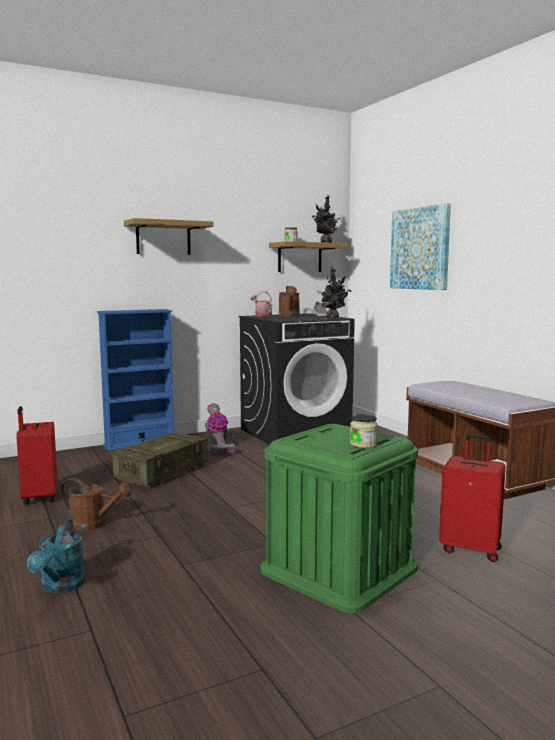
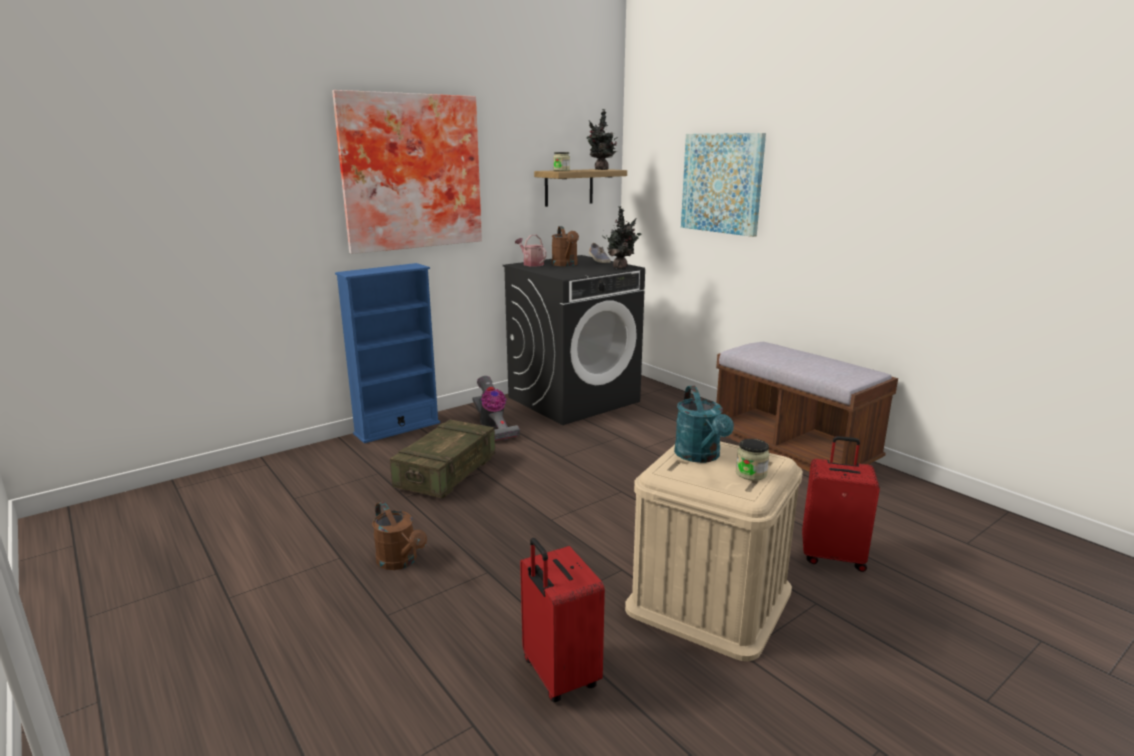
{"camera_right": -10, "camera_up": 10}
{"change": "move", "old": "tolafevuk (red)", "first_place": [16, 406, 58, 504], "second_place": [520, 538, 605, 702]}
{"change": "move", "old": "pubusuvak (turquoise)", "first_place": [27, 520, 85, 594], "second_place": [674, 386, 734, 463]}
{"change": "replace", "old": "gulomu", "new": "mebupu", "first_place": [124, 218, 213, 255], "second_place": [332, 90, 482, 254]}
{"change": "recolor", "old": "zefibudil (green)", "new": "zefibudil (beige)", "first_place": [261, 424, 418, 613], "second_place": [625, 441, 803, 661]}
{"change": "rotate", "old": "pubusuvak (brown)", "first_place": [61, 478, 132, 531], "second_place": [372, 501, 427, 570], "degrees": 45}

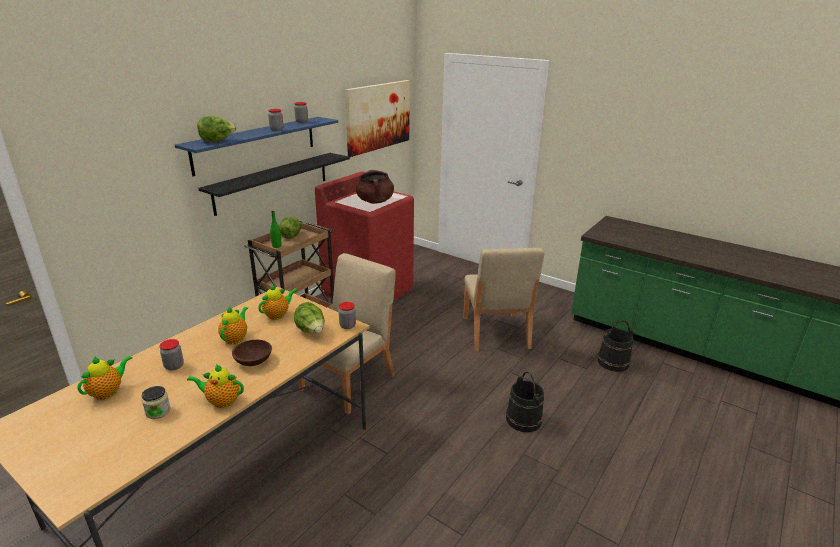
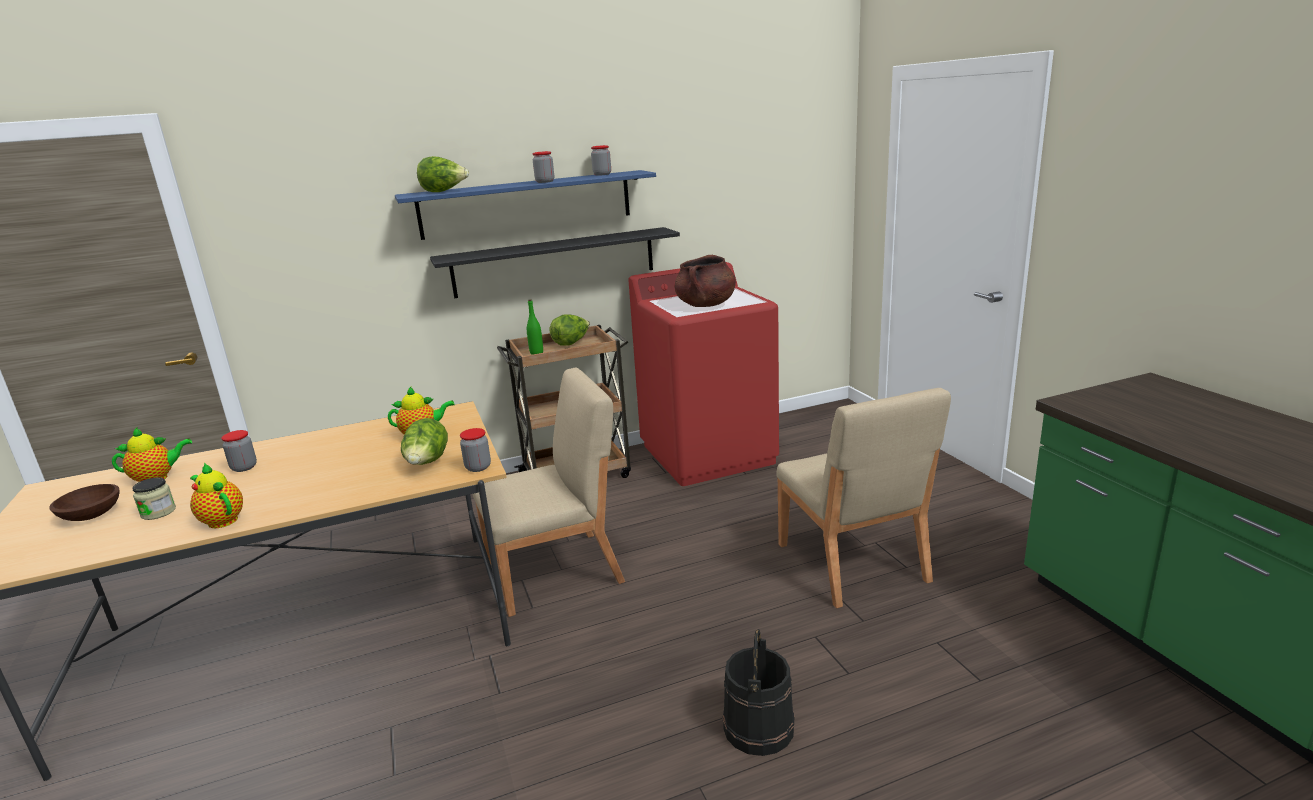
{"camera_right": 35, "camera_up": -5}
{"change": "delete", "old": "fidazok", "first_place": [218, 306, 248, 345]}
{"change": "delete", "old": "mebupu", "first_place": [345, 80, 410, 157]}
{"change": "delete", "old": "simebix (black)", "first_place": [598, 320, 635, 372]}
{"change": "move", "old": "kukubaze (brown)", "first_place": [232, 340, 272, 366], "second_place": [49, 484, 119, 521]}
{"change": "rotate", "old": "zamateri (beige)", "first_place": [463, 248, 544, 352], "second_place": [776, 388, 951, 608], "degrees": -45}

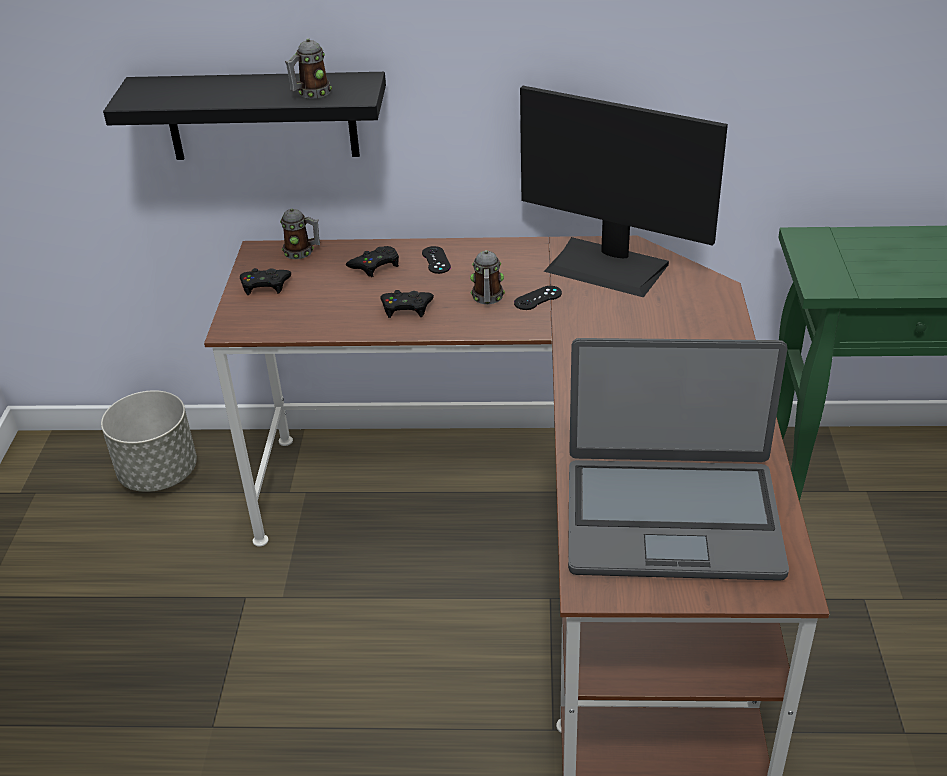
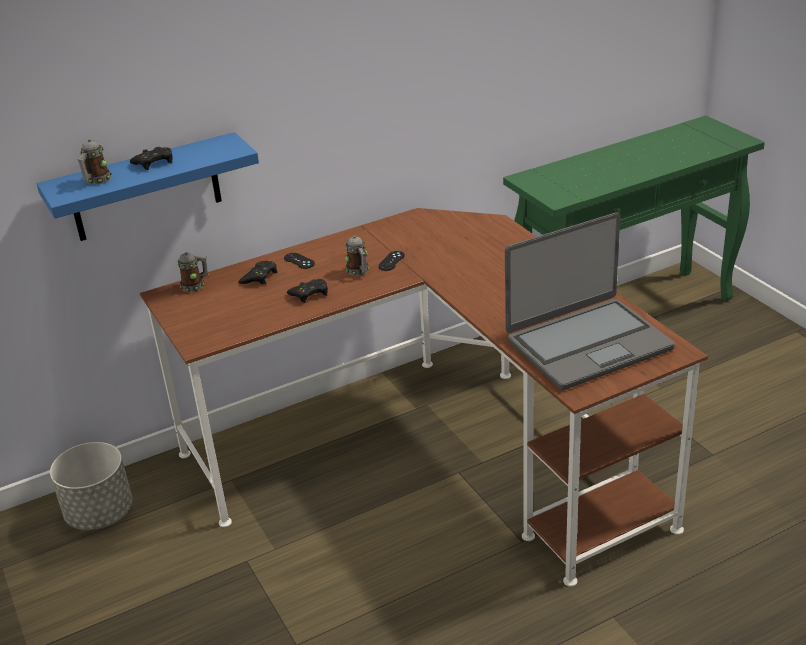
{"camera_right": -30, "camera_up": -5}
{"change": "delete", "old": "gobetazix", "first_place": [520, 86, 728, 298]}
{"change": "move", "old": "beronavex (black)", "first_place": [240, 268, 291, 295], "second_place": [129, 147, 173, 170]}
{"change": "move", "old": "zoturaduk", "first_place": [285, 38, 332, 99], "second_place": [78, 139, 112, 184]}
{"change": "recolor", "old": "gulomu (black)", "new": "gulomu (blue)", "first_place": [103, 72, 386, 160], "second_place": [37, 132, 259, 241]}

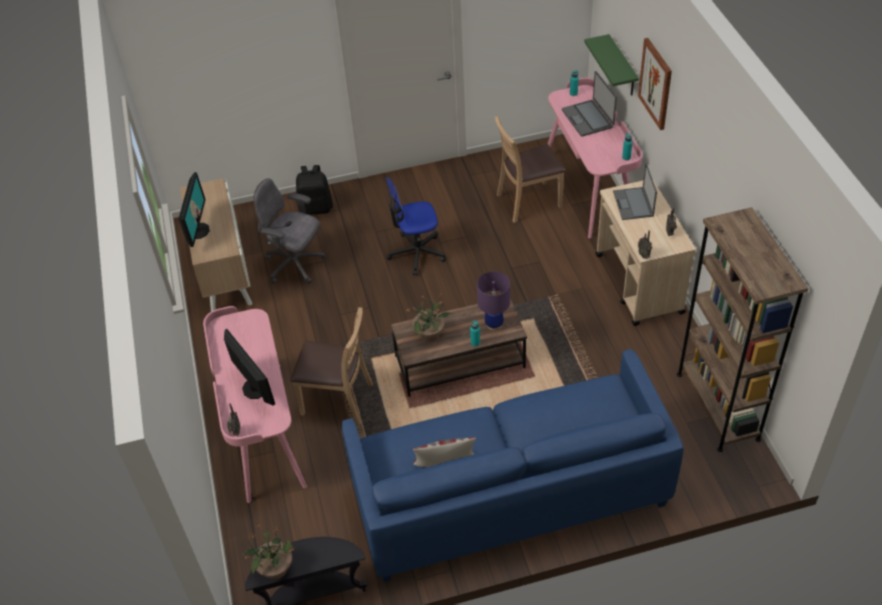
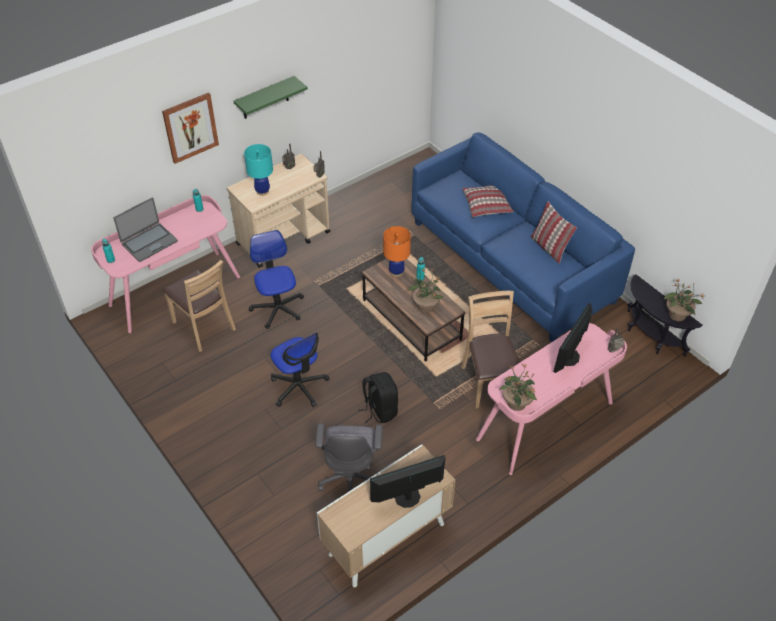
{"camera_right": -115, "camera_up": 0}
{"change": "delete", "old": "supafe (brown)", "first_place": [677, 207, 808, 452]}
{"change": "insert", "new": "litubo", "second_place": [249, 230, 304, 329]}
{"change": "insert", "new": "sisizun", "second_place": [462, 186, 513, 217]}
{"change": "insert", "new": "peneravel", "second_place": [499, 364, 537, 411]}
{"change": "move", "old": "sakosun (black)", "first_place": [296, 165, 333, 215], "second_place": [358, 372, 398, 423]}
{"change": "move", "old": "gulomu (green)", "first_place": [584, 34, 639, 95], "second_place": [233, 76, 308, 119]}
{"change": "replace", "old": "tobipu", "new": "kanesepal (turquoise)", "first_place": [613, 163, 657, 220], "second_place": [244, 144, 273, 196]}
{"change": "recolor", "old": "kanesepal (purple)", "new": "kanesepal (orange)", "first_place": [477, 271, 510, 331], "second_place": [383, 226, 411, 277]}

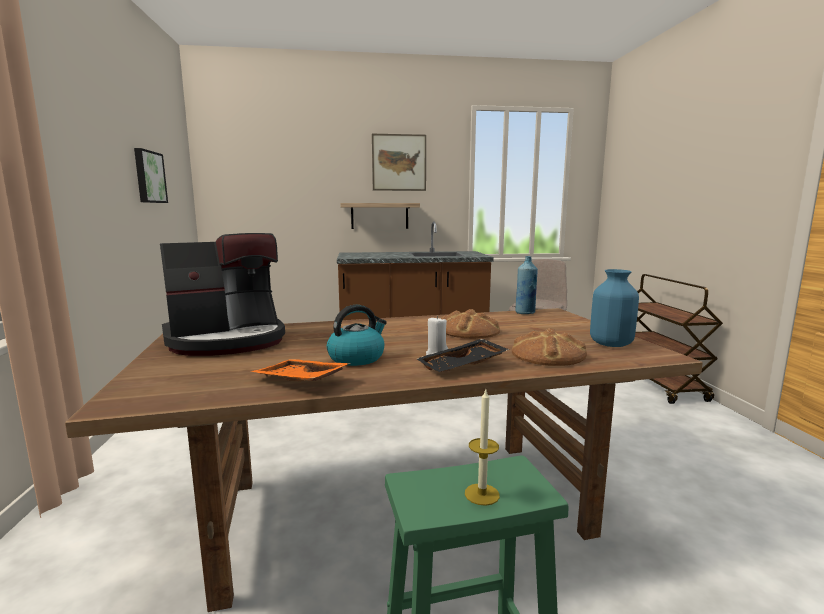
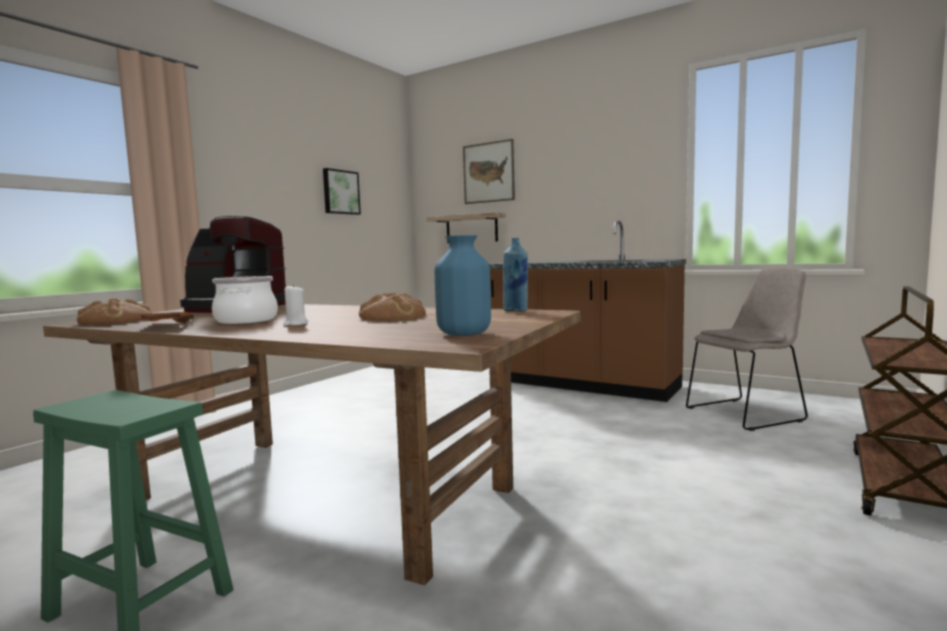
{"camera_right": 40, "camera_up": -5}
{"change": "delete", "old": "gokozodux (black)", "first_place": [417, 339, 509, 372]}
{"change": "delete", "old": "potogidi", "first_place": [465, 390, 500, 506]}
{"change": "move", "old": "gulomu", "first_place": [340, 203, 420, 229], "second_place": [426, 212, 506, 243]}
{"change": "move", "old": "mebupu", "first_place": [372, 134, 426, 191], "second_place": [463, 139, 515, 204]}
{"change": "move", "old": "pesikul", "first_place": [512, 328, 587, 366], "second_place": [77, 298, 152, 325]}
{"change": "replace", "old": "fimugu", "new": "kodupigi", "first_place": [327, 305, 387, 366], "second_place": [212, 276, 278, 324]}

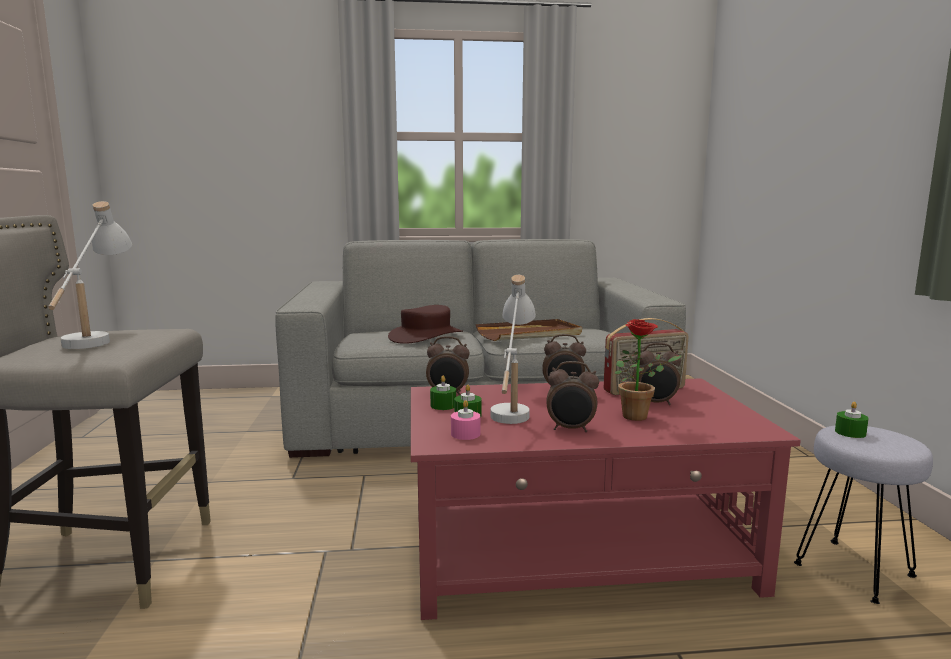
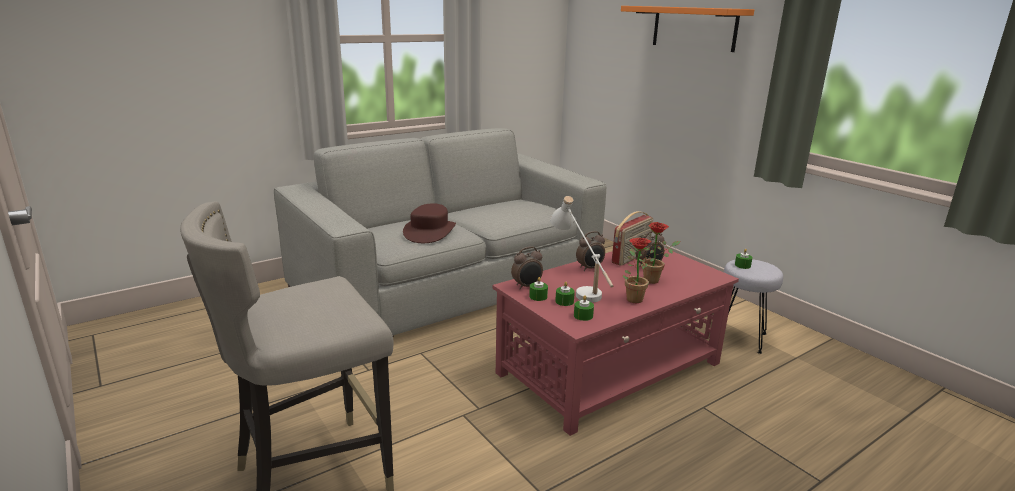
{"camera_right": -30, "camera_up": 10}
{"change": "delete", "old": "kanesepal (white)", "first_place": [48, 201, 132, 349]}
{"change": "delete", "old": "gokozodux (brown)", "first_place": [476, 319, 582, 341]}
{"change": "insert", "new": "gulomu (orange)", "second_place": [621, 6, 754, 52]}
{"change": "replace", "old": "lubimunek", "new": "peneravel", "first_place": [546, 361, 599, 432], "second_place": [623, 238, 655, 303]}
{"change": "recolor", "old": "potogidi (pink)", "new": "potogidi (green)", "first_place": [451, 400, 480, 440], "second_place": [574, 295, 594, 321]}

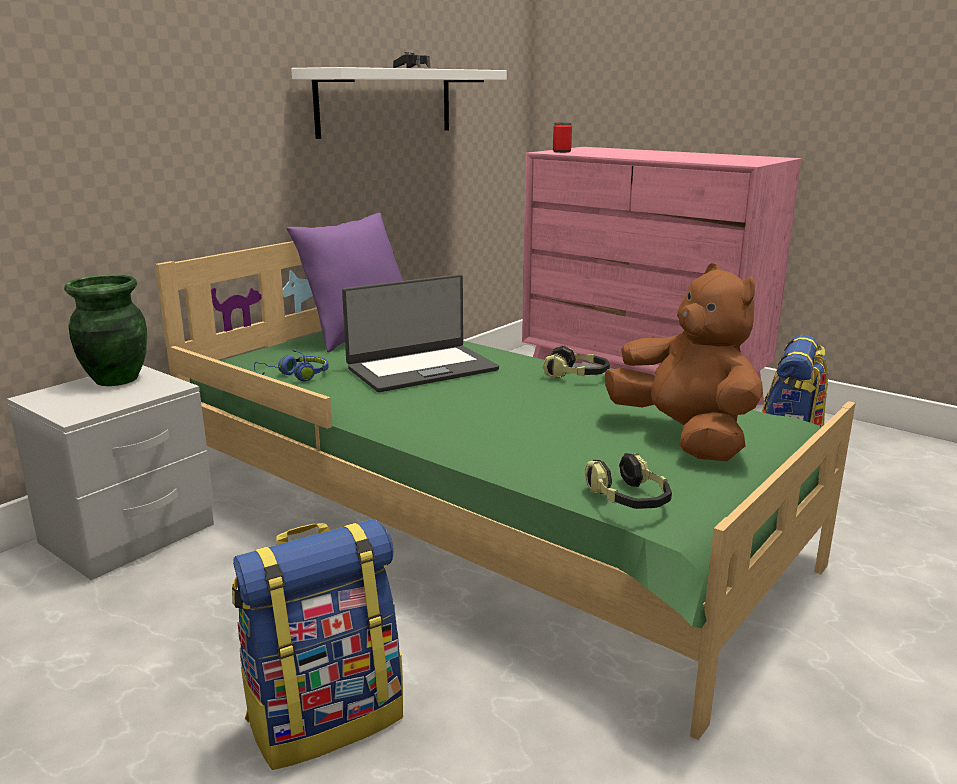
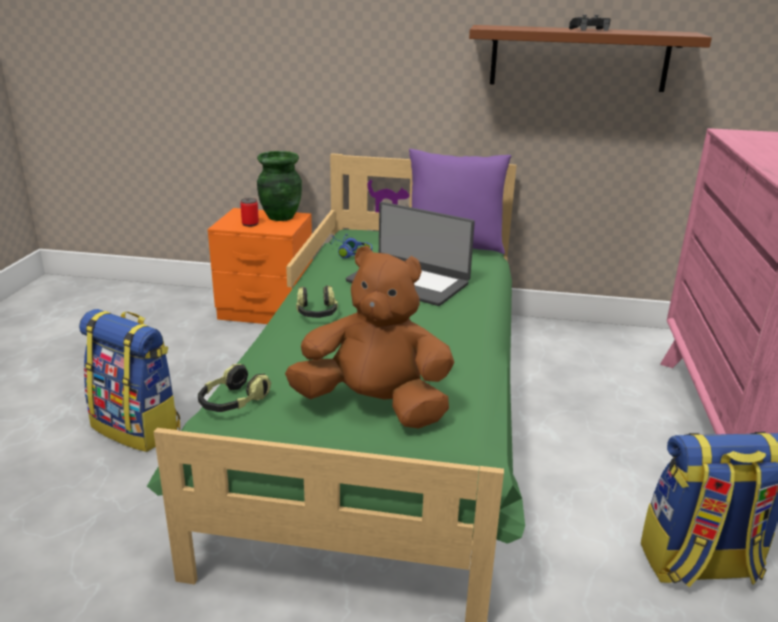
{"camera_right": 60, "camera_up": 5}
{"change": "move", "old": "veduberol", "first_place": [542, 345, 610, 378], "second_place": [296, 285, 338, 318]}
{"change": "move", "old": "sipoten", "first_place": [553, 122, 572, 153], "second_place": [241, 198, 259, 227]}
{"change": "recolor", "old": "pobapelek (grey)", "new": "pobapelek (orange)", "first_place": [7, 365, 214, 580], "second_place": [208, 208, 313, 324]}
{"change": "recolor", "old": "gulomu (white)", "new": "gulomu (brown)", "first_place": [291, 67, 507, 139], "second_place": [469, 25, 712, 92]}
{"change": "rotate", "old": "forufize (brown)", "first_place": [605, 263, 763, 461], "second_place": [285, 246, 454, 429], "degrees": -105}

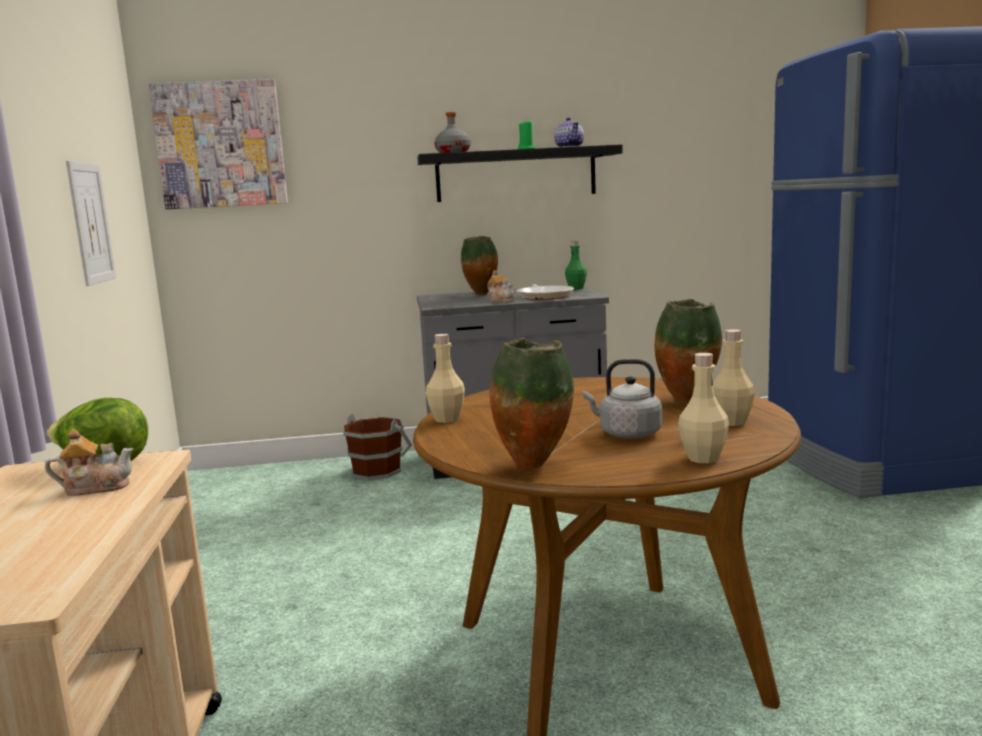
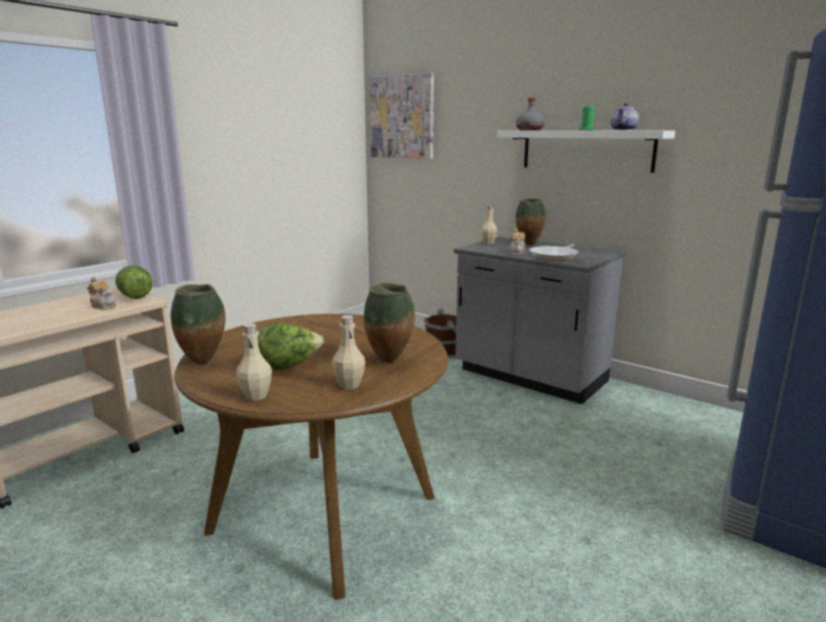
{"camera_right": 45, "camera_up": 5}
{"change": "delete", "old": "mebupu", "first_place": [66, 161, 116, 286]}
{"change": "delete", "old": "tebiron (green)", "first_place": [565, 241, 587, 290]}
{"change": "move", "old": "tebiron (beige)", "first_place": [426, 334, 465, 423], "second_place": [481, 206, 497, 244]}
{"change": "replace", "old": "fimugu (grey)", "new": "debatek", "first_place": [583, 359, 662, 439], "second_place": [258, 323, 324, 371]}
{"change": "recolor", "old": "gulomu (black)", "new": "gulomu (white)", "first_place": [417, 144, 623, 202], "second_place": [497, 131, 675, 173]}

